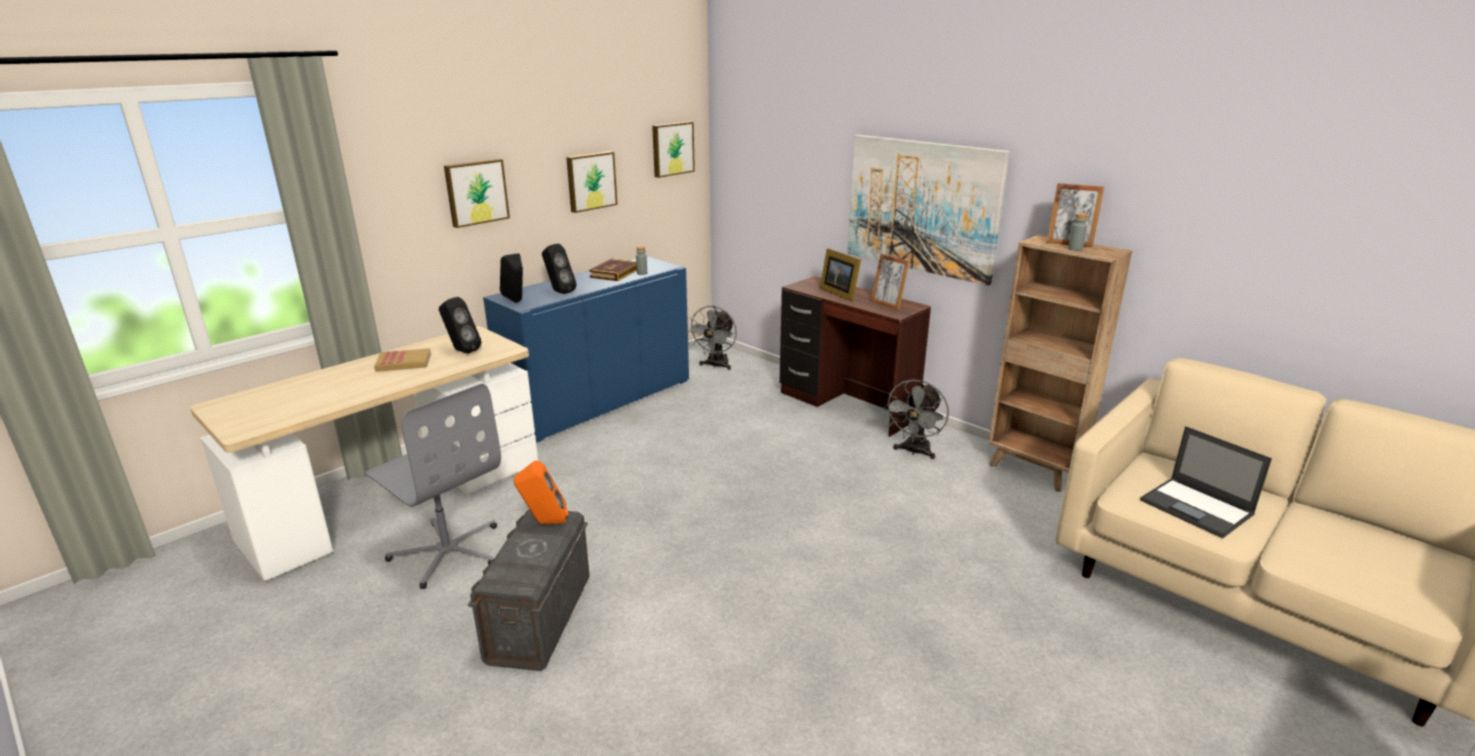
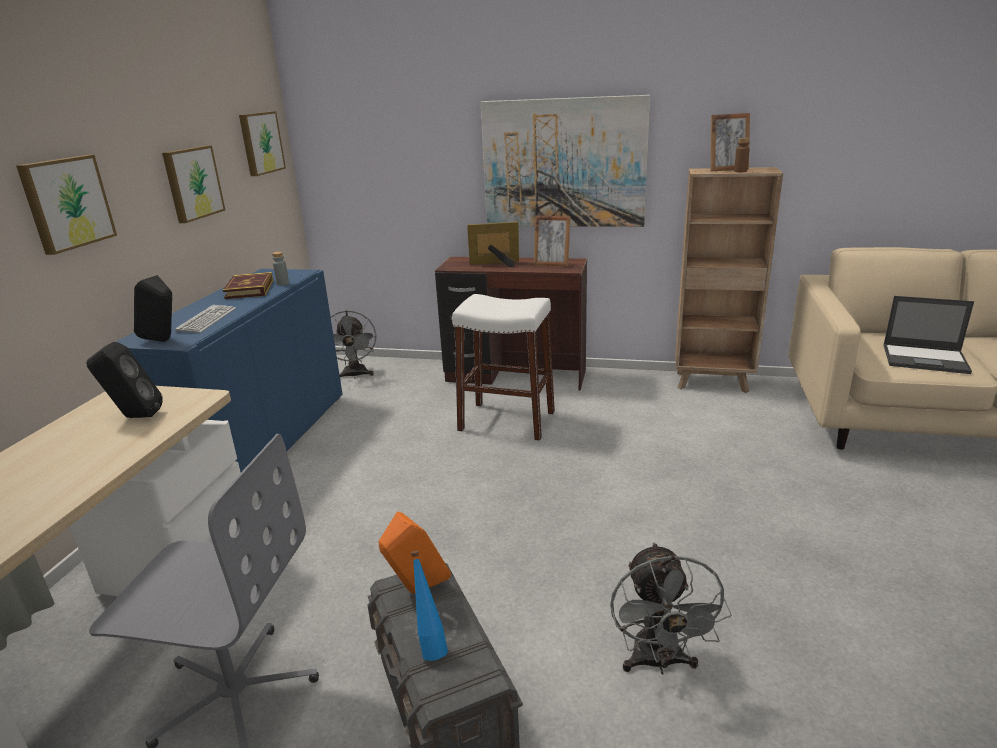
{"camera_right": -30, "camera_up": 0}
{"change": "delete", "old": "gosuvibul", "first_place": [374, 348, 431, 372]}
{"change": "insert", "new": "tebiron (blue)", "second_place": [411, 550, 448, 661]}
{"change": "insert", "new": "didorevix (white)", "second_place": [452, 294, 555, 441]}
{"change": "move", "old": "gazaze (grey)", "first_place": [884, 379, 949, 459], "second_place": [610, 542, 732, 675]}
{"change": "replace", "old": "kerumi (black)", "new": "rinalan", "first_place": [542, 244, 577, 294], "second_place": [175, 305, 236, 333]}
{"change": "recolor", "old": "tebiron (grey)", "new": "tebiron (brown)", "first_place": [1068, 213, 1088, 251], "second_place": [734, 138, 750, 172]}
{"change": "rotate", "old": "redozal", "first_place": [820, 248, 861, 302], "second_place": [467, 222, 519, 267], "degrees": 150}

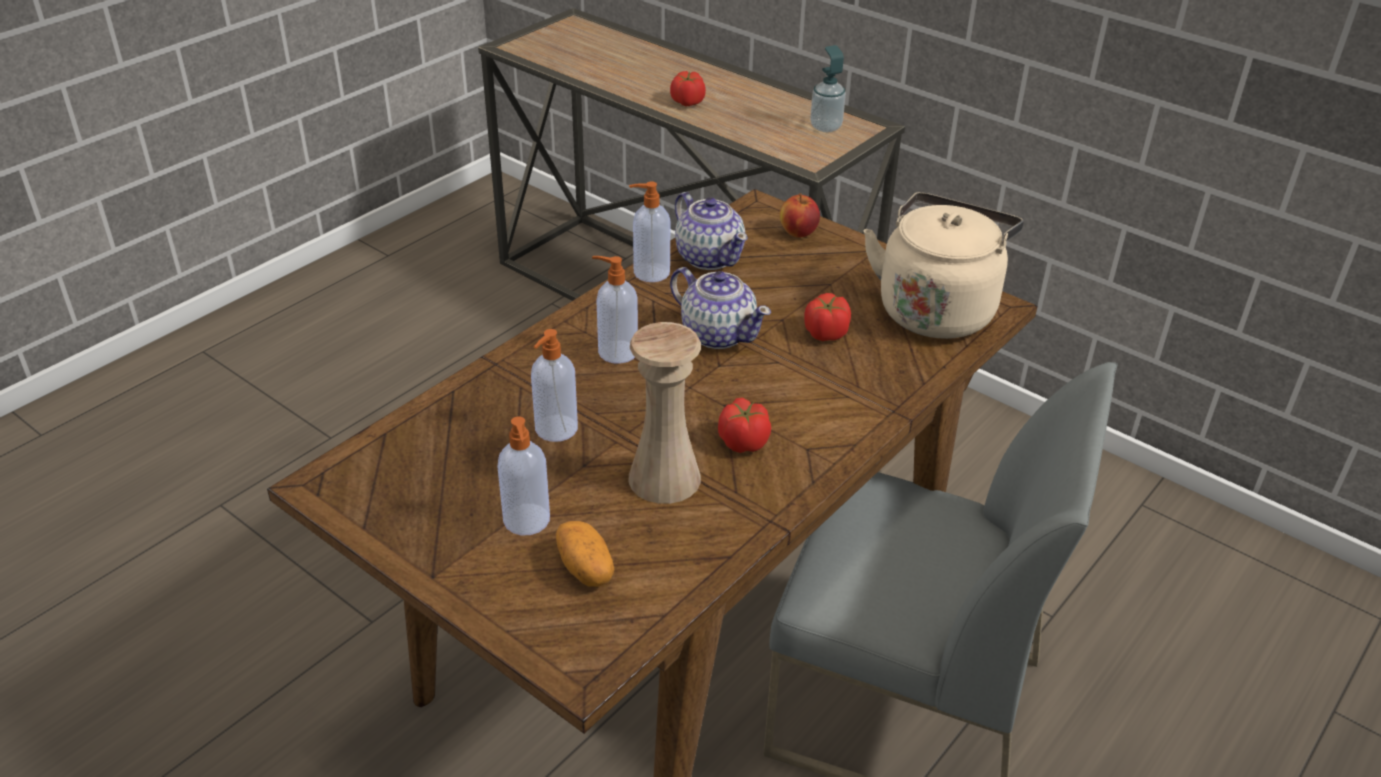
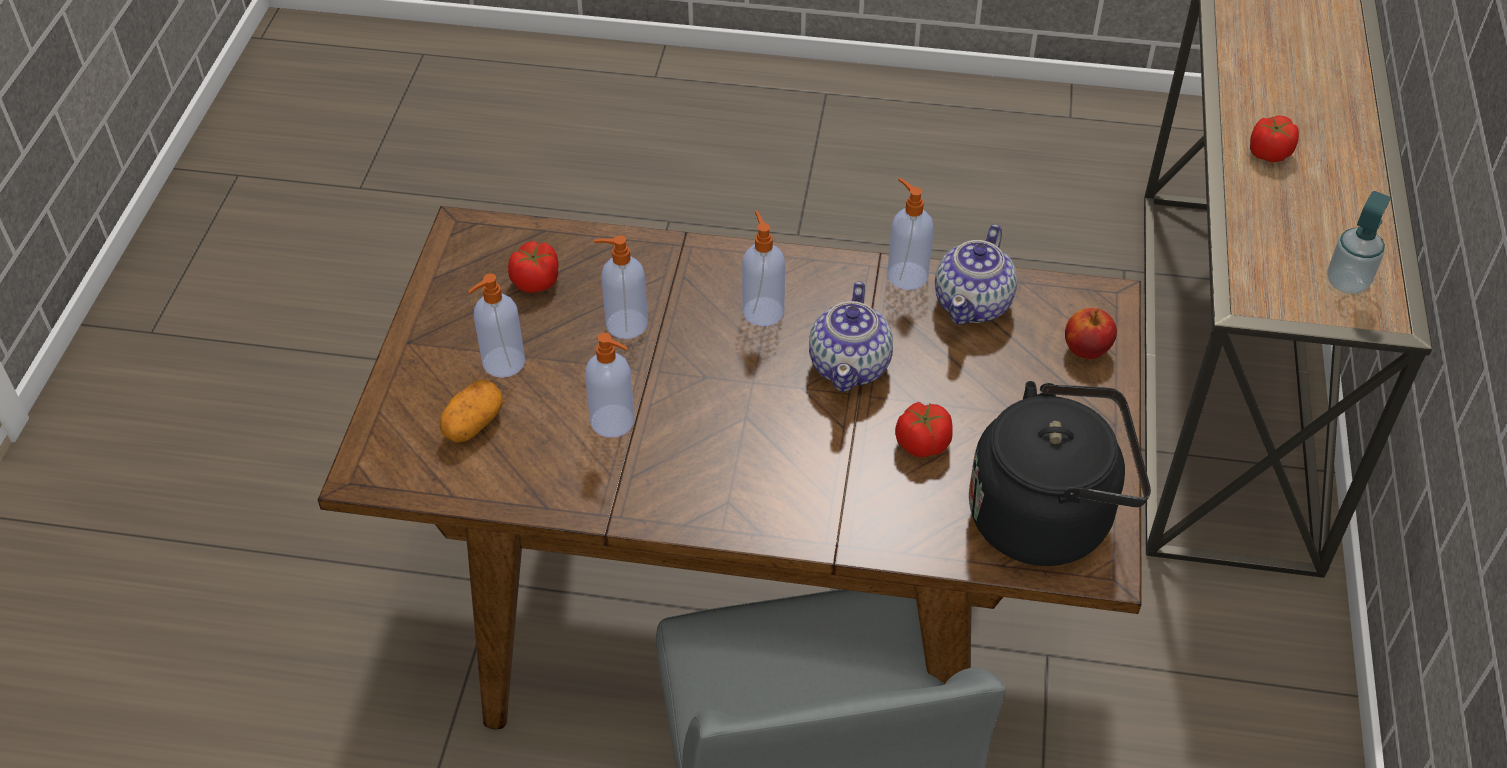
{"camera_right": 60, "camera_up": 10}
{"change": "move", "old": "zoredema", "first_place": [718, 398, 771, 453], "second_place": [508, 241, 559, 293]}
{"change": "replace", "old": "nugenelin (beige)", "new": "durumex", "first_place": [628, 322, 701, 504], "second_place": [585, 333, 634, 437]}
{"change": "recolor", "old": "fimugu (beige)", "new": "fimugu (black)", "first_place": [864, 192, 1024, 339], "second_place": [969, 381, 1151, 566]}

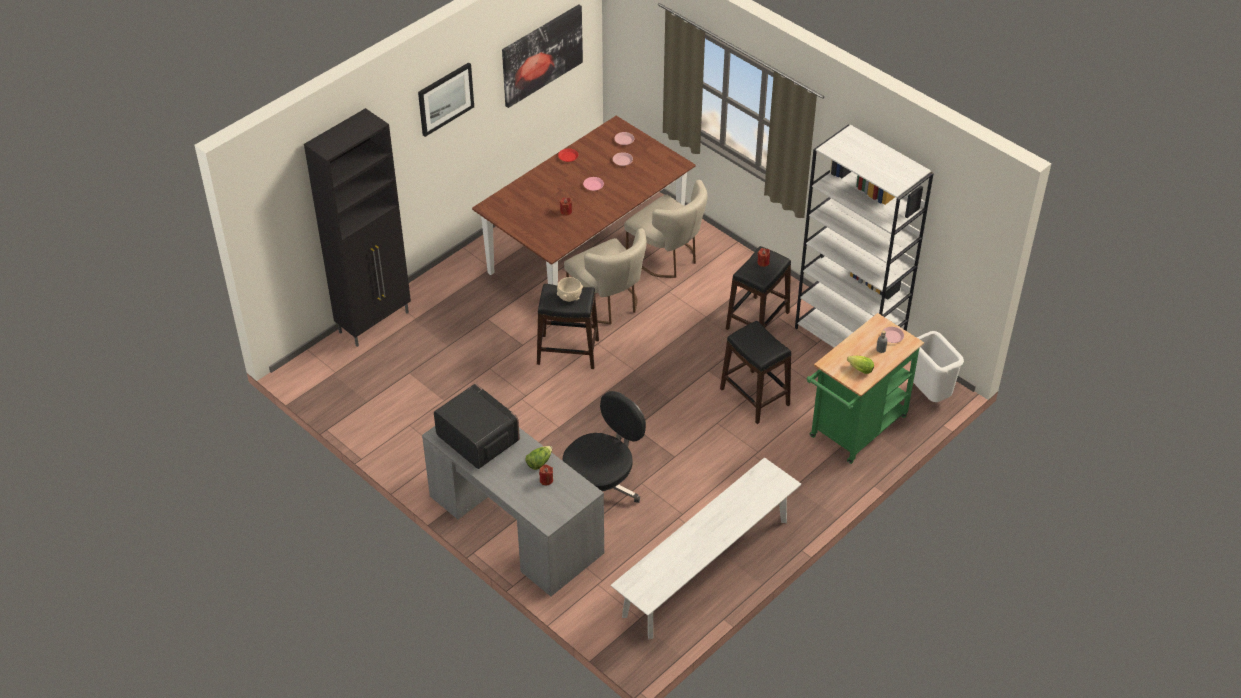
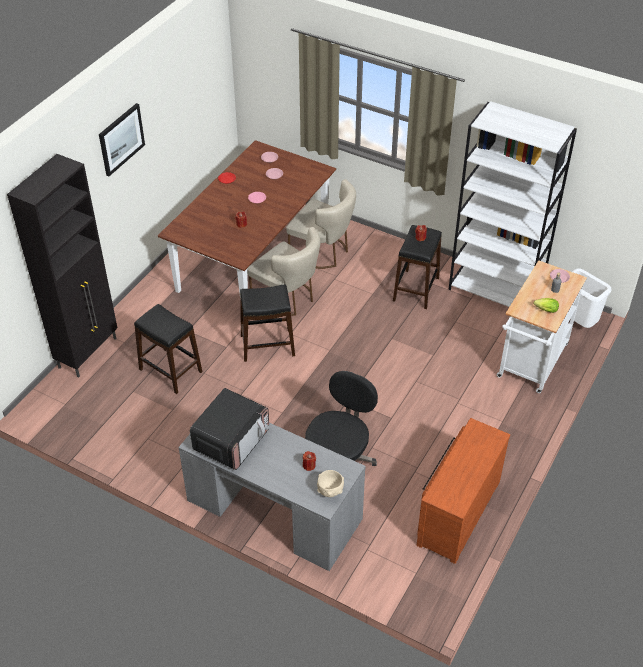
{"camera_right": -15, "camera_up": 0}
{"change": "delete", "old": "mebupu", "first_place": [502, 4, 583, 108]}
{"change": "delete", "old": "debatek", "first_place": [525, 446, 552, 470]}
{"change": "move", "old": "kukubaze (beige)", "first_place": [557, 277, 583, 302], "second_place": [317, 470, 344, 497]}
{"change": "move", "old": "didorevix (black)", "first_place": [720, 321, 791, 424], "second_place": [134, 304, 202, 394]}
{"change": "replace", "old": "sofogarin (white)", "new": "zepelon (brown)", "first_place": [611, 457, 801, 639], "second_place": [417, 418, 510, 564]}
{"change": "recolor", "old": "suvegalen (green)", "new": "suvegalen (white)", "first_place": [807, 313, 924, 464], "second_place": [496, 260, 587, 393]}
{"change": "rotate", "old": "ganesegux", "first_place": [434, 384, 520, 469], "second_place": [190, 388, 269, 470], "degrees": 90}

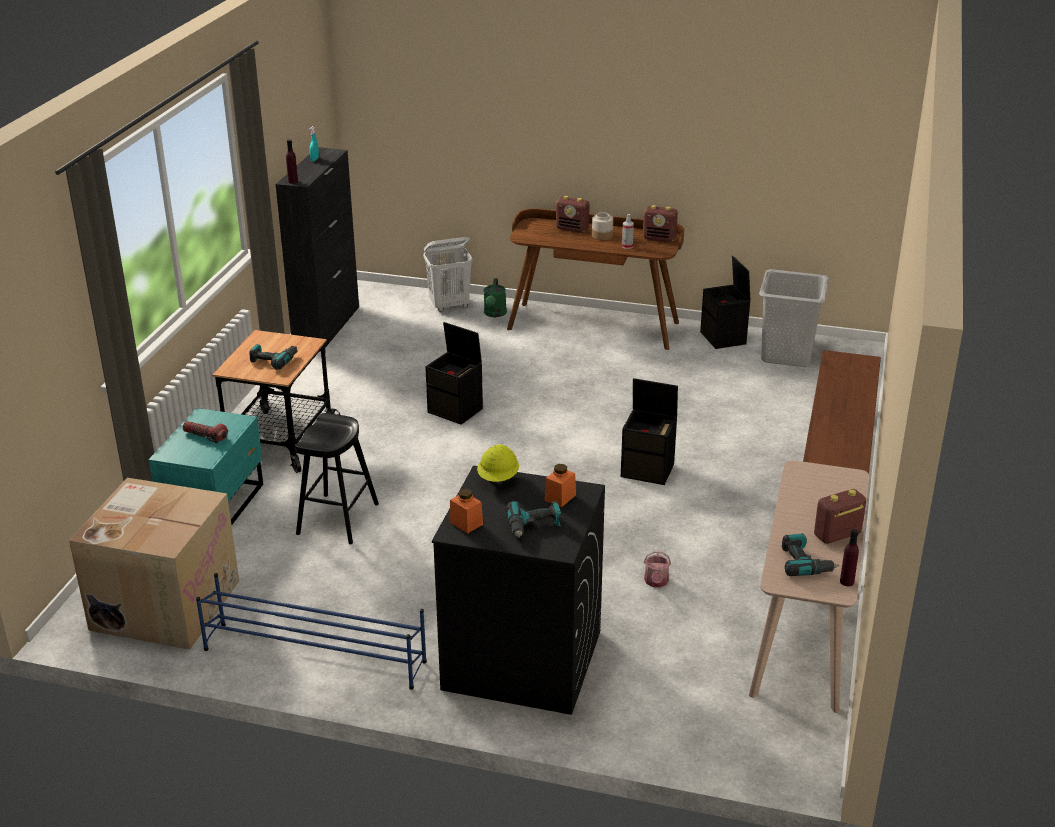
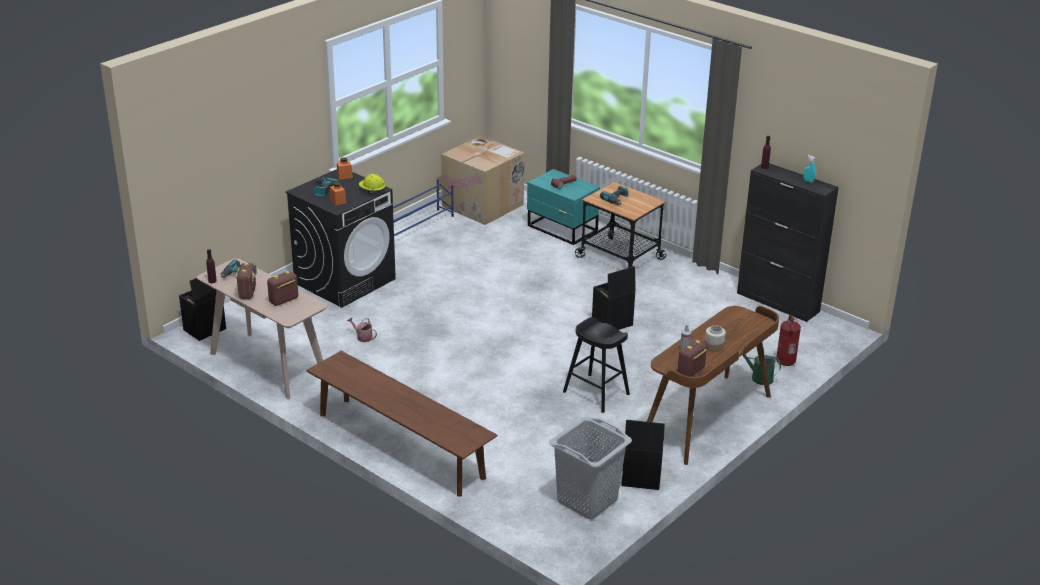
{"camera_right": 115, "camera_up": 0}
{"change": "move", "old": "didorevix (black)", "first_place": [295, 413, 379, 544], "second_place": [563, 317, 630, 413]}
{"change": "move", "old": "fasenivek", "first_place": [556, 196, 590, 233], "second_place": [267, 271, 298, 306]}
{"change": "move", "old": "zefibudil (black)", "first_place": [621, 378, 678, 485], "second_place": [179, 278, 226, 341]}
{"change": "replace", "old": "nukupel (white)", "new": "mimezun", "first_place": [423, 237, 473, 312], "second_place": [776, 314, 801, 366]}

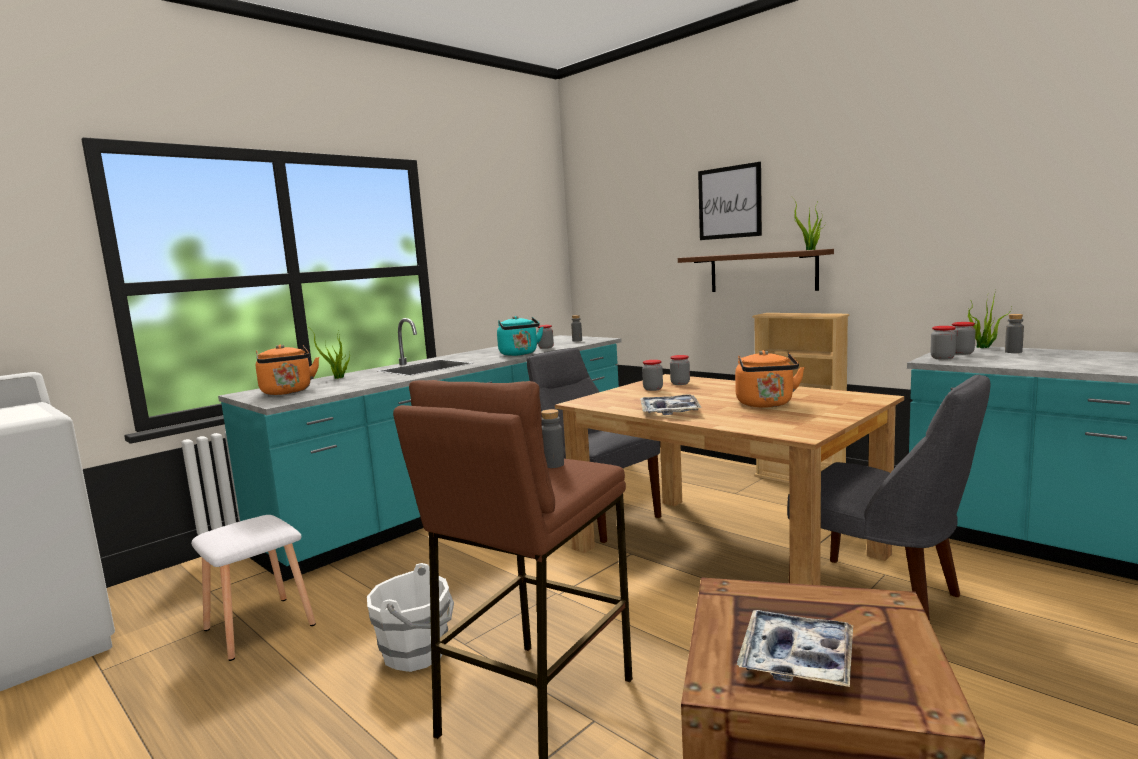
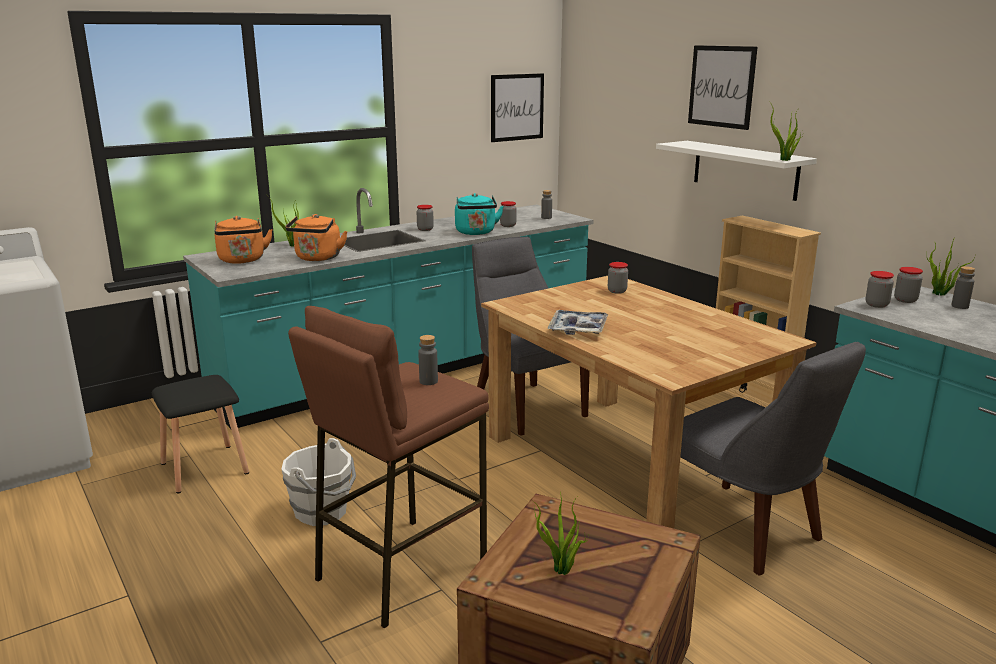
{"camera_right": 10, "camera_up": 10}
{"change": "insert", "new": "mebupu", "second_place": [491, 73, 544, 142]}
{"change": "move", "old": "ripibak", "first_place": [642, 360, 663, 391], "second_place": [417, 205, 434, 231]}
{"change": "move", "old": "fimugu (orange)", "first_place": [735, 350, 805, 407], "second_place": [285, 214, 348, 261]}
{"change": "replace", "old": "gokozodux", "new": "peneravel", "first_place": [736, 610, 853, 687], "second_place": [532, 497, 589, 575]}
{"change": "recolor", "old": "didorevix (white)", "new": "didorevix (black)", "first_place": [191, 515, 316, 661], "second_place": [152, 375, 249, 493]}
{"change": "recolor", "old": "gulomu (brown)", "new": "gulomu (white)", "first_place": [678, 249, 834, 292], "second_place": [656, 141, 817, 201]}

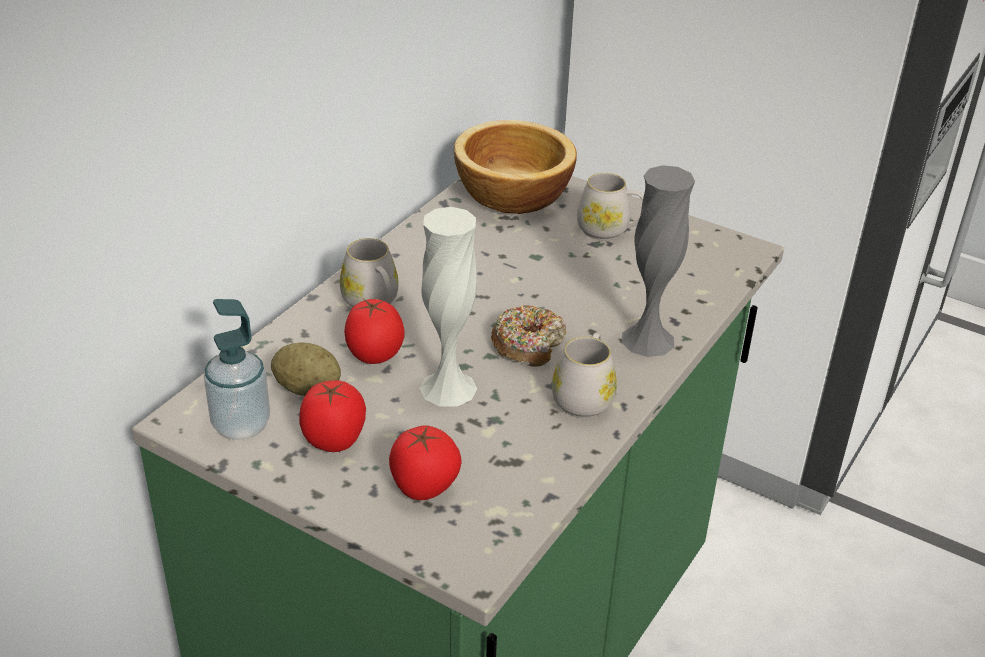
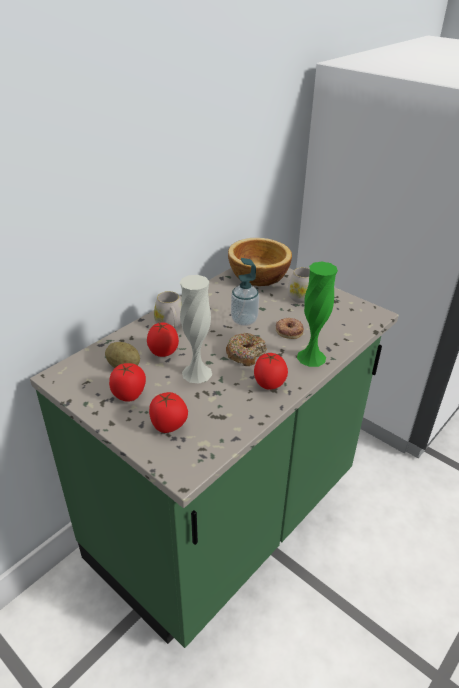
{"camera_right": 10, "camera_up": 0}
{"change": "insert", "new": "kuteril", "second_place": [276, 318, 304, 339]}
{"change": "move", "old": "durumex", "first_place": [204, 299, 270, 440], "second_place": [231, 258, 259, 326]}
{"change": "replace", "old": "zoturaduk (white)", "new": "zoredema", "first_place": [552, 333, 617, 418], "second_place": [254, 353, 288, 390]}
{"change": "recolor", "old": "nugenelin (grey)", "new": "nugenelin (green)", "first_place": [622, 165, 695, 357], "second_place": [297, 262, 338, 367]}

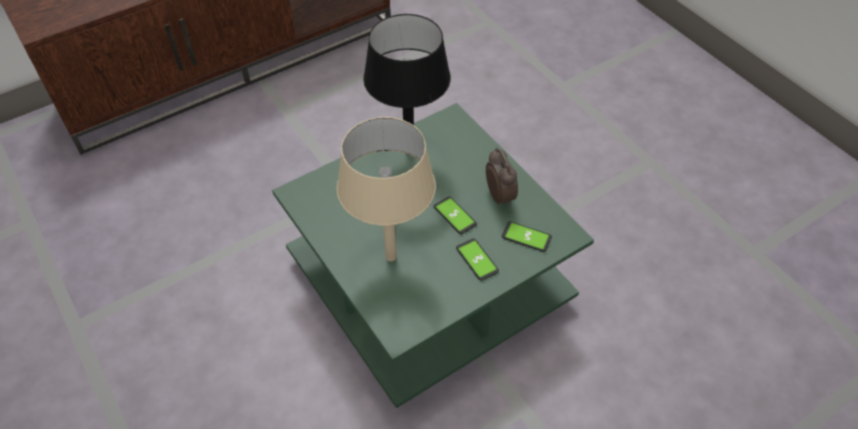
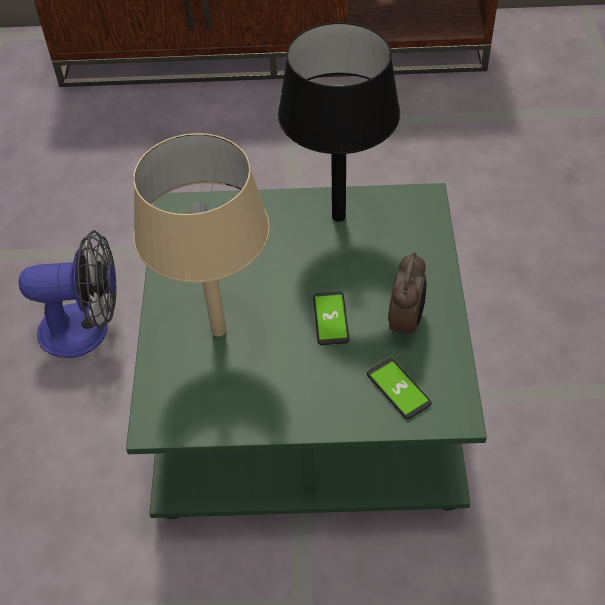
{"camera_right": 35, "camera_up": 0}
{"change": "delete", "old": "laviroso", "first_place": [456, 238, 499, 281]}
{"change": "insert", "new": "gazaze", "second_place": [19, 230, 116, 358]}

